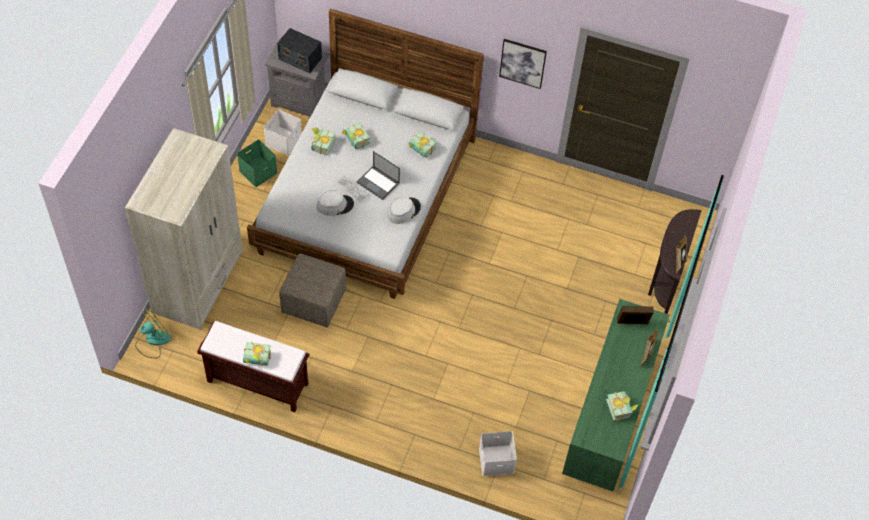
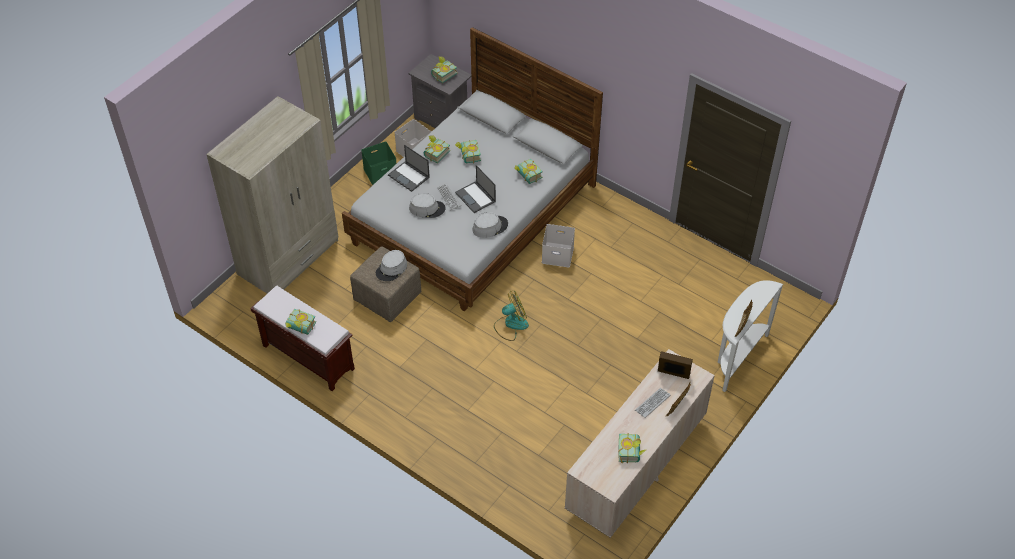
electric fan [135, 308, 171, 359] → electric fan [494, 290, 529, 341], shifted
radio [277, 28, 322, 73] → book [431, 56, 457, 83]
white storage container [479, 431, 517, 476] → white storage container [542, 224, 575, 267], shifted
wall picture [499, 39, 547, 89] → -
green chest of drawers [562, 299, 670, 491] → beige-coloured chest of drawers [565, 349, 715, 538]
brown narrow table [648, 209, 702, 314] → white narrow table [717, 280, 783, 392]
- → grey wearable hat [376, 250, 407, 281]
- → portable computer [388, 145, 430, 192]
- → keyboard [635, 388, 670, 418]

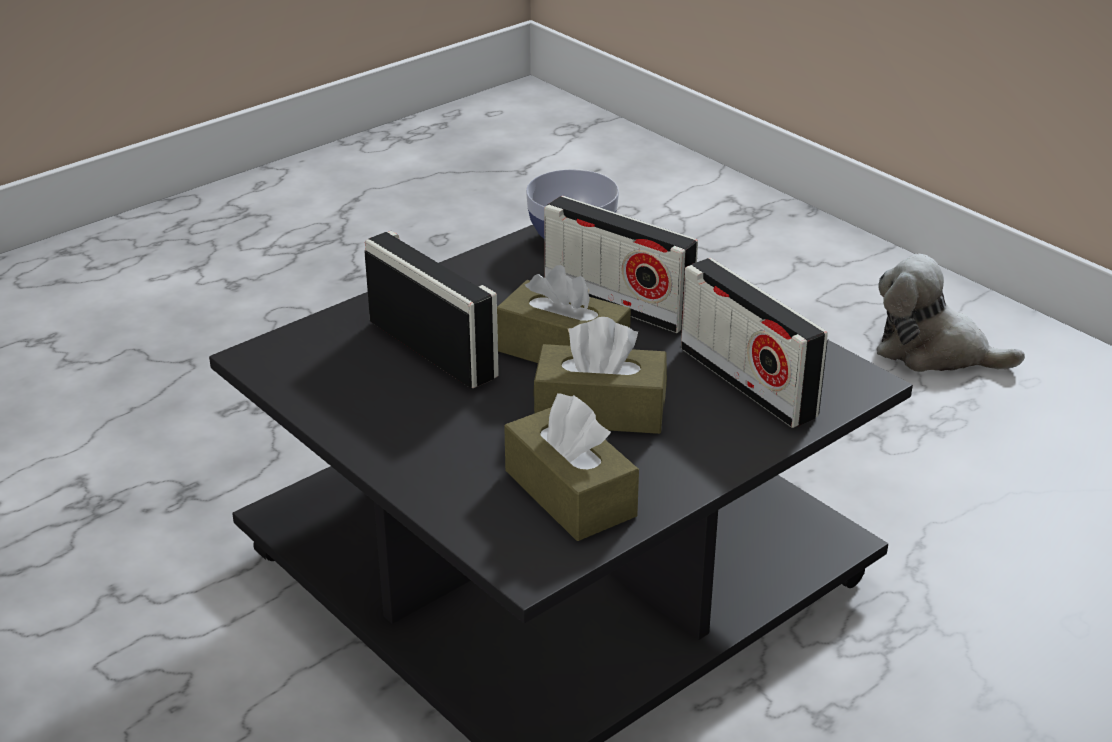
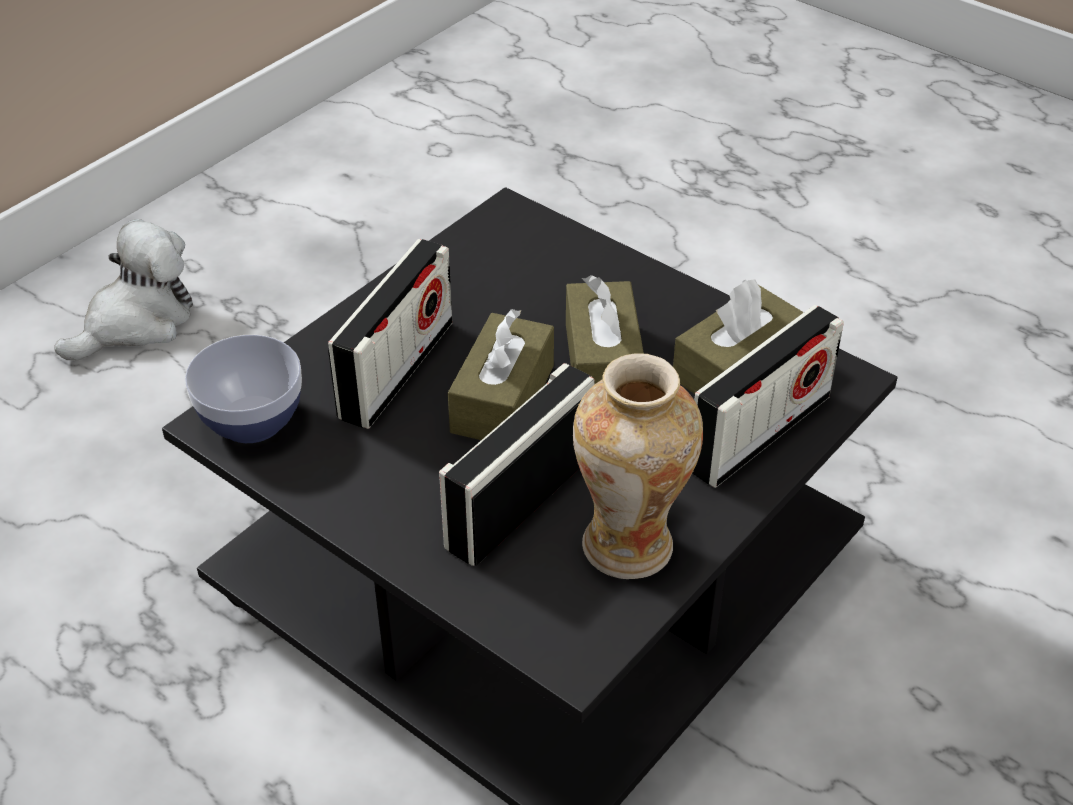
radio [681, 258, 828, 428] → radio [692, 305, 844, 488], shifted
soft toy [877, 254, 1025, 372] → soft toy [54, 219, 193, 360], 150 degrees counterclockwise
- → flower vase [573, 353, 703, 579]

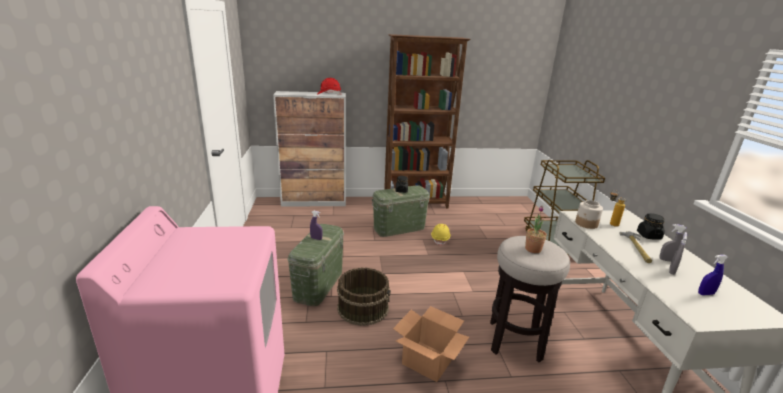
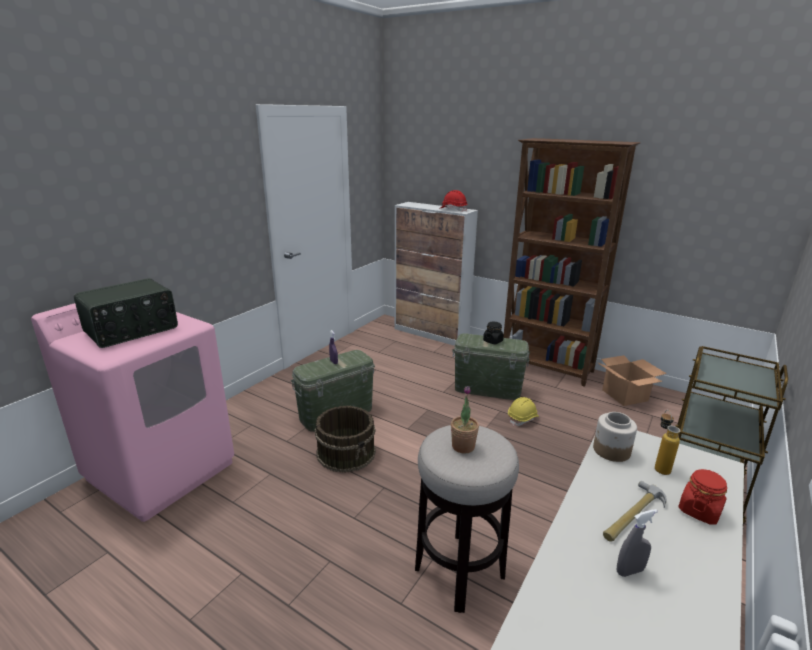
packing box [393, 306, 469, 382] → packing box [597, 355, 667, 406], shifted
black jar [637, 213, 665, 240] → reddish jar [678, 469, 727, 525]
grey spray bottle [659, 224, 687, 262] → -
blue spray bottle [698, 255, 728, 295] → -
- → radio [74, 278, 178, 348]

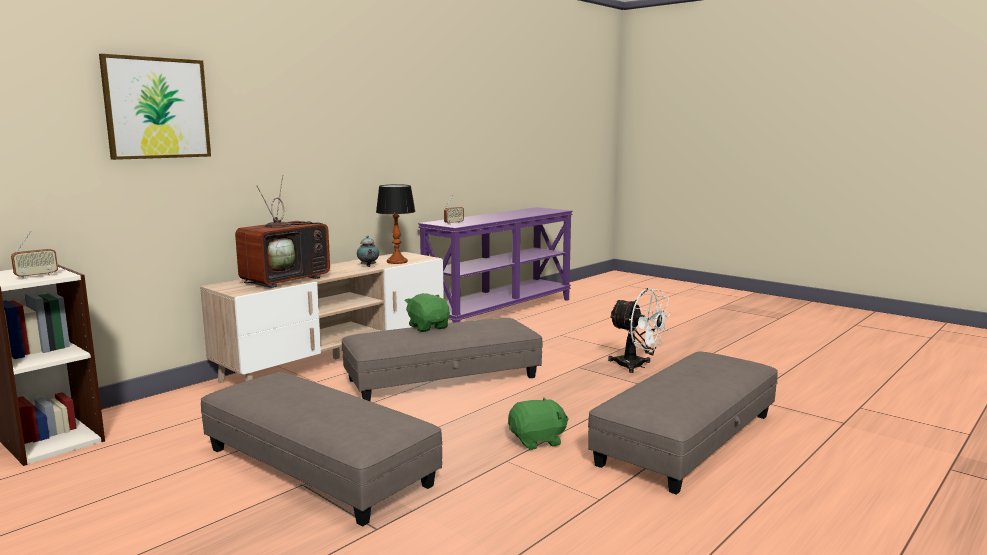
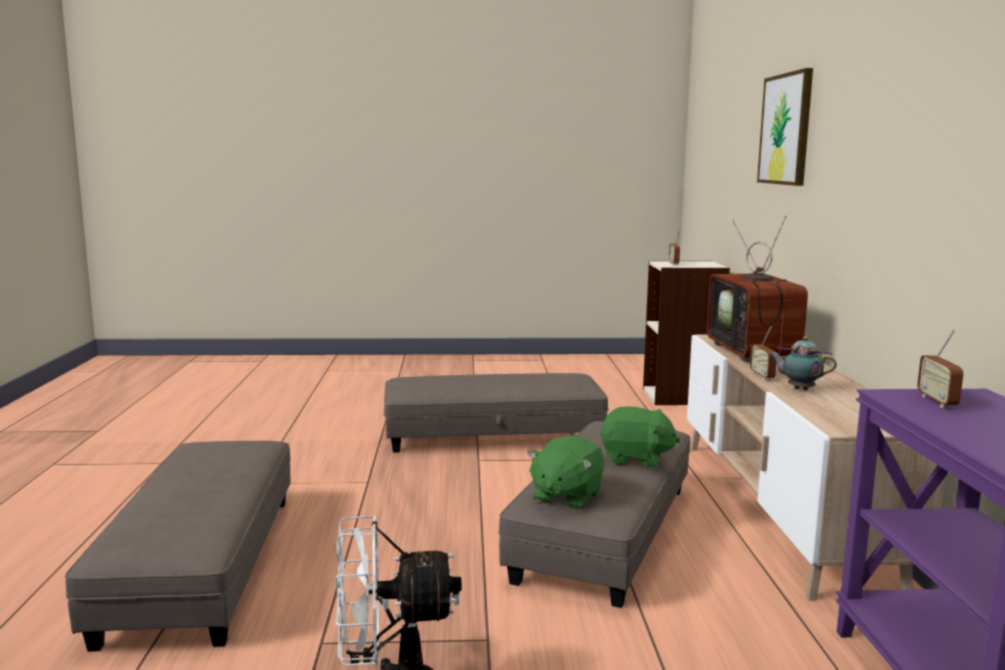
tabletop lamp [376, 184, 416, 264] → -
green soft toy [508, 397, 569, 450] → green soft toy [527, 436, 604, 510], shifted
- → radio [750, 326, 776, 380]

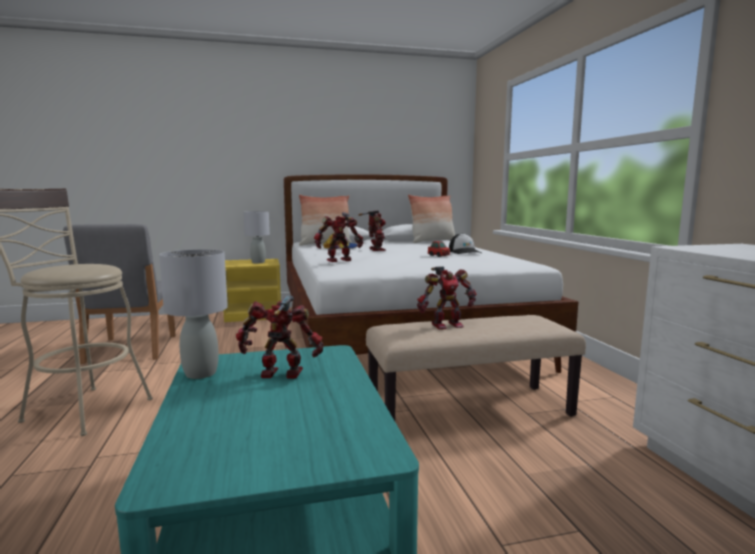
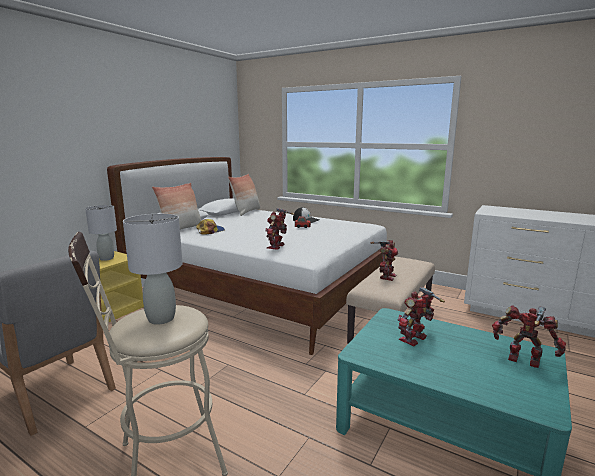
grey tabletop lamp [159, 249, 228, 379] → grey tabletop lamp [123, 214, 183, 325], shifted
robot figure [358, 210, 386, 251] → robot figure [492, 305, 566, 368], shifted

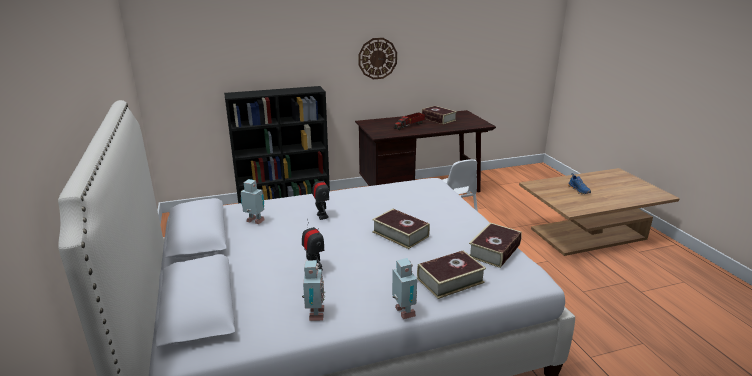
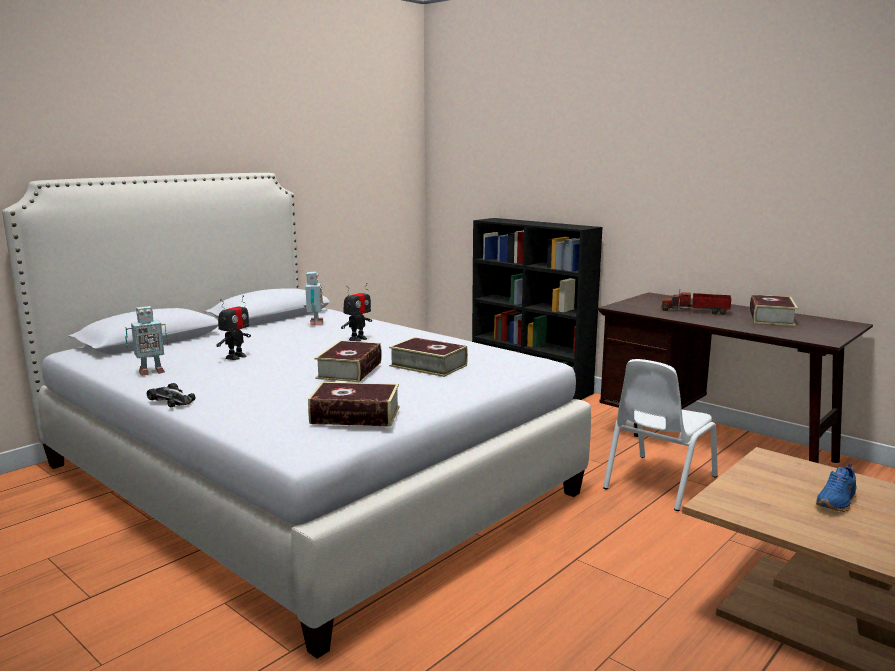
wall clock [358, 38, 397, 79] → -
robot figure [392, 258, 417, 319] → miniature car [147, 383, 196, 407]
book [417, 251, 486, 299] → book [389, 337, 468, 377], shifted

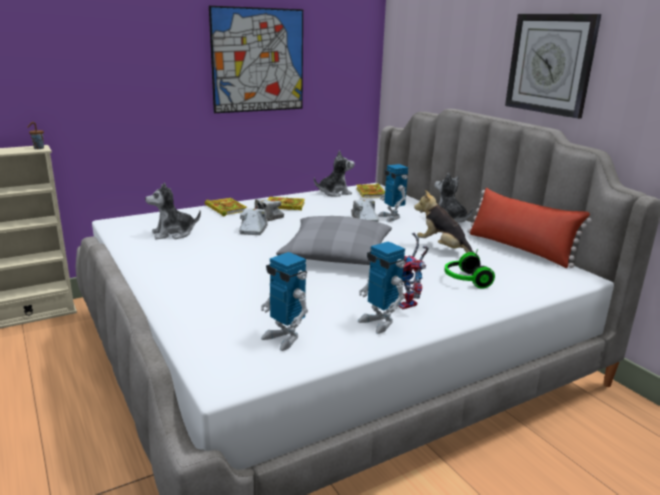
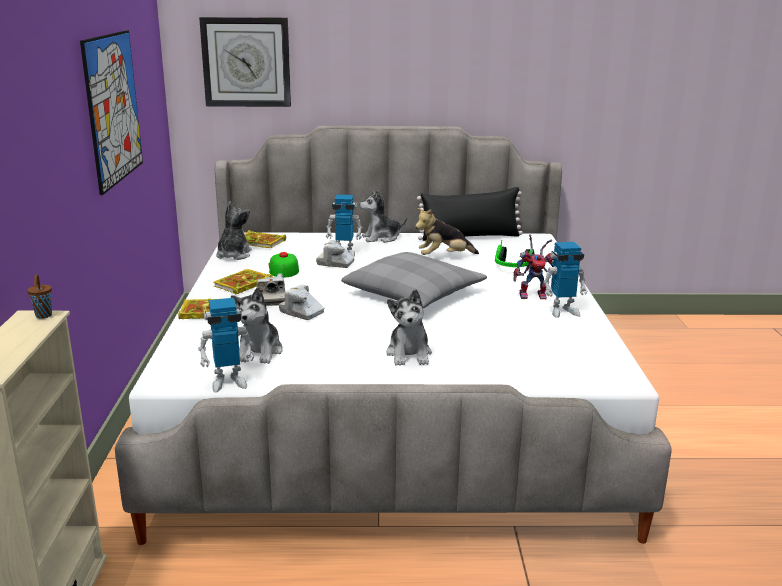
robot figure [261, 252, 308, 351] → robot figure [198, 298, 254, 393], shifted
reddish throw pillow [467, 188, 592, 268] → black throw pillow [417, 187, 523, 241]
wall clock [505, 14, 601, 119] → wall clock [199, 17, 291, 107], shifted
- → cap [269, 252, 299, 278]
- → soft toy [386, 289, 432, 366]

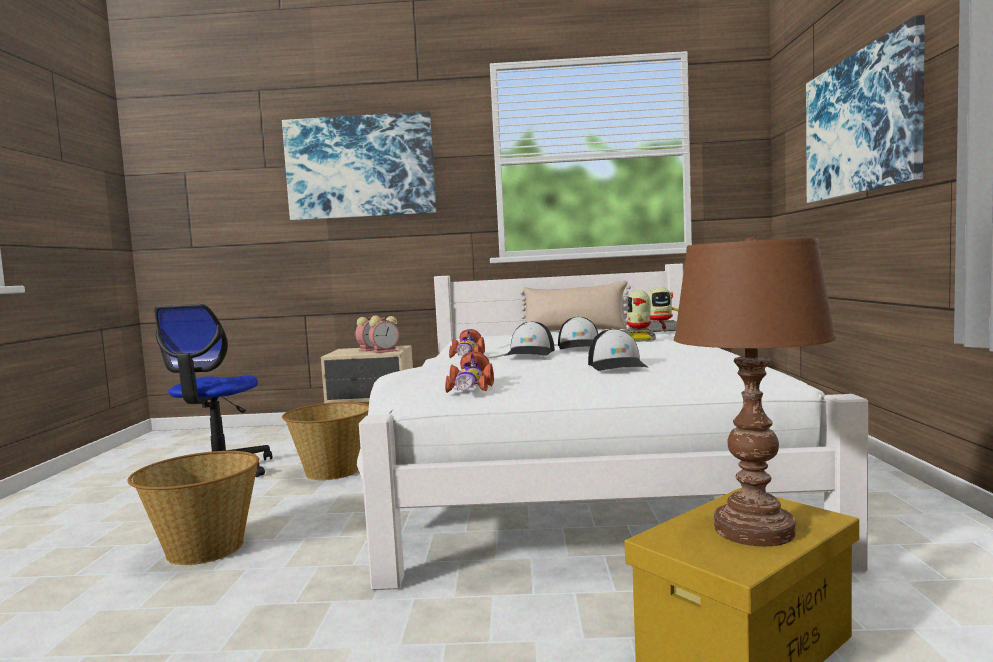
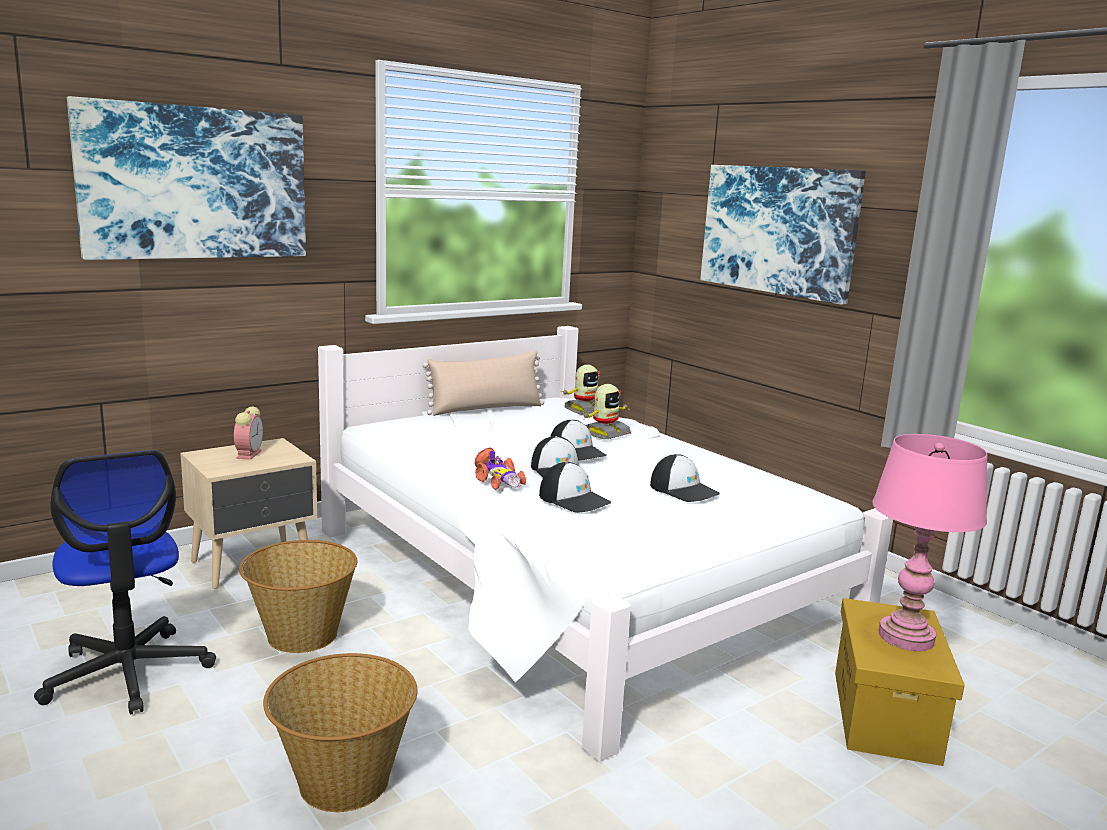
alarm clock [369, 316, 399, 353] → -
miniature car [445, 352, 494, 393] → -
robot figure [623, 290, 656, 342] → robot figure [581, 384, 631, 439], 105 degrees counterclockwise
brown tabletop lamp [674, 237, 836, 546] → pinkish tabletop lamp [872, 434, 988, 651]
- → cap [539, 462, 611, 513]

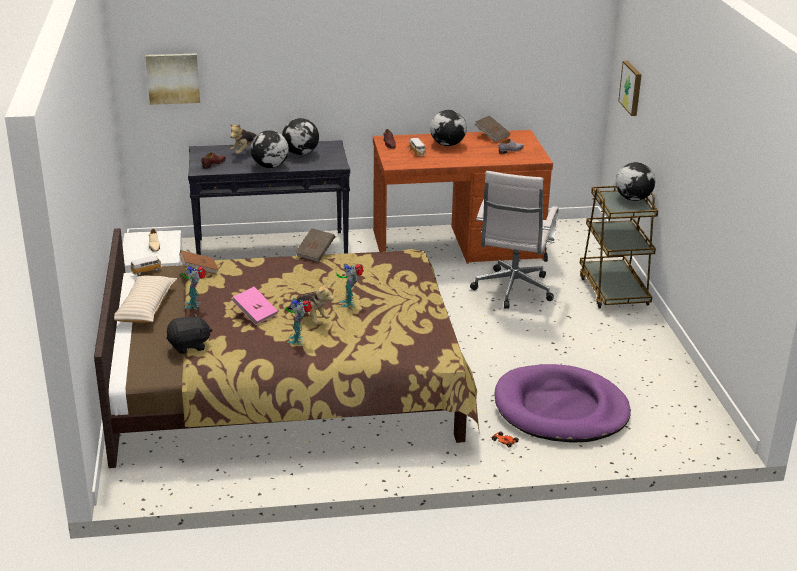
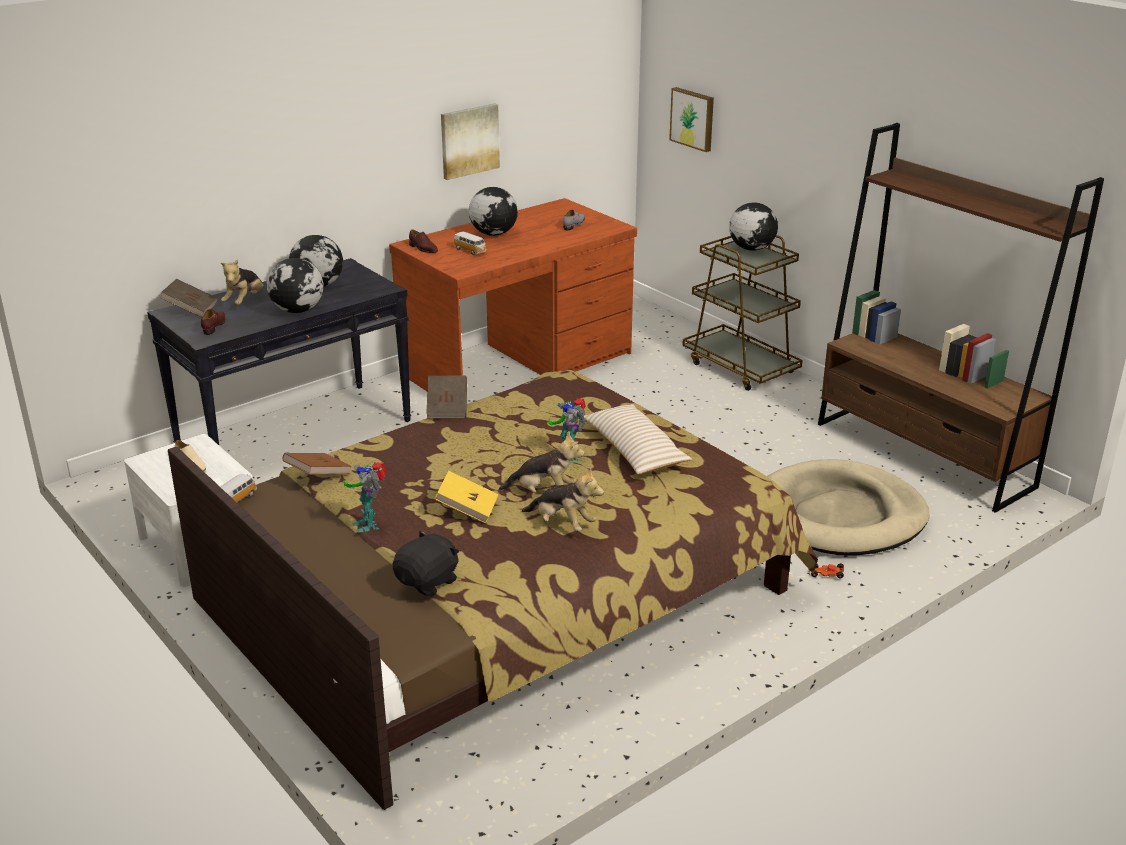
beige-coloured throw pillow [114, 275, 177, 323] → beige-coloured throw pillow [584, 404, 692, 474], shifted
wall picture [145, 53, 200, 105] → wall picture [441, 103, 500, 180], shifted
pinkish book [232, 287, 278, 325] → yellow book [435, 471, 498, 524]
robot figure [286, 298, 312, 345] → soft toy [521, 467, 604, 531]
white office chair [470, 171, 559, 309] → -
brown book [474, 116, 510, 143] → brown book [160, 279, 218, 317], shifted
purplish pet bed [495, 364, 631, 443] → beige-coloured pet bed [767, 459, 929, 556]
- → brown shelving unit [818, 123, 1104, 513]

